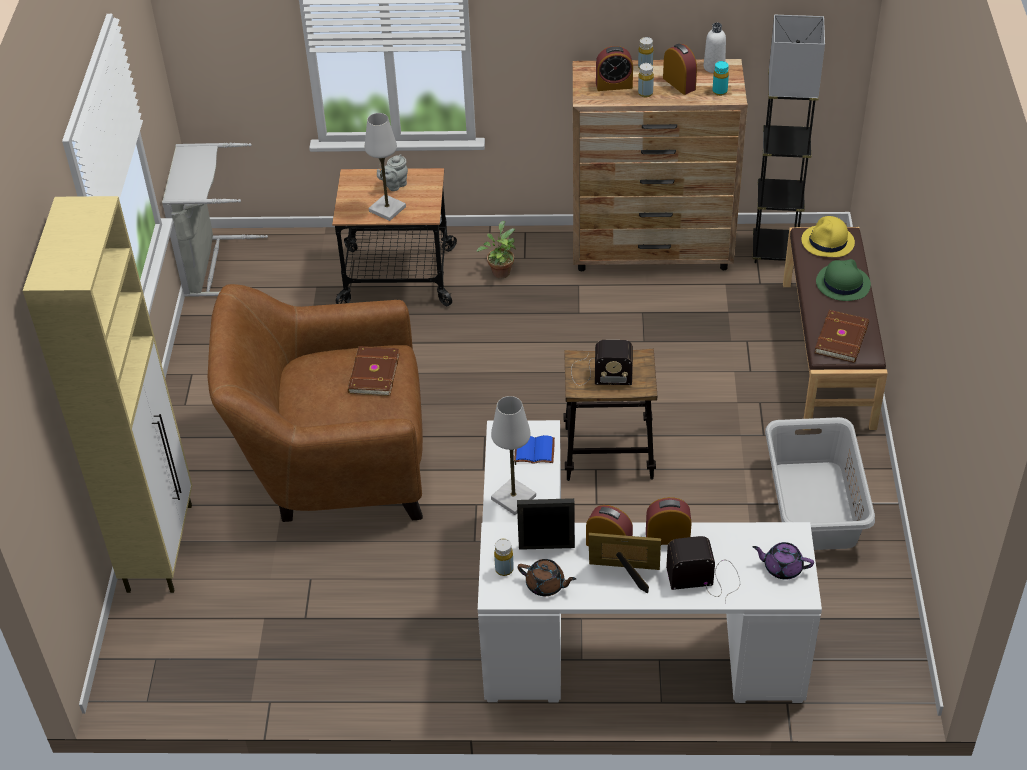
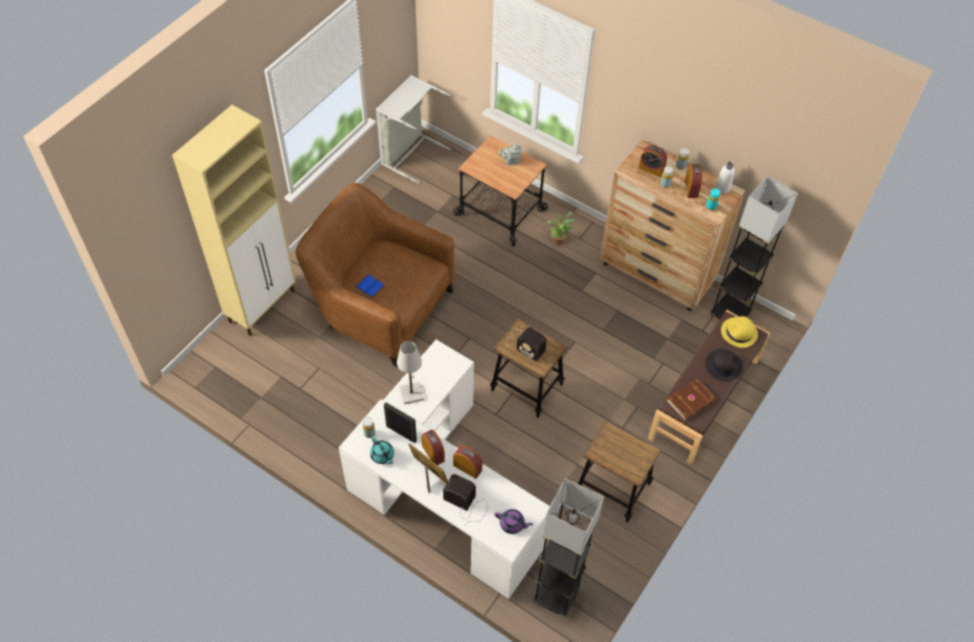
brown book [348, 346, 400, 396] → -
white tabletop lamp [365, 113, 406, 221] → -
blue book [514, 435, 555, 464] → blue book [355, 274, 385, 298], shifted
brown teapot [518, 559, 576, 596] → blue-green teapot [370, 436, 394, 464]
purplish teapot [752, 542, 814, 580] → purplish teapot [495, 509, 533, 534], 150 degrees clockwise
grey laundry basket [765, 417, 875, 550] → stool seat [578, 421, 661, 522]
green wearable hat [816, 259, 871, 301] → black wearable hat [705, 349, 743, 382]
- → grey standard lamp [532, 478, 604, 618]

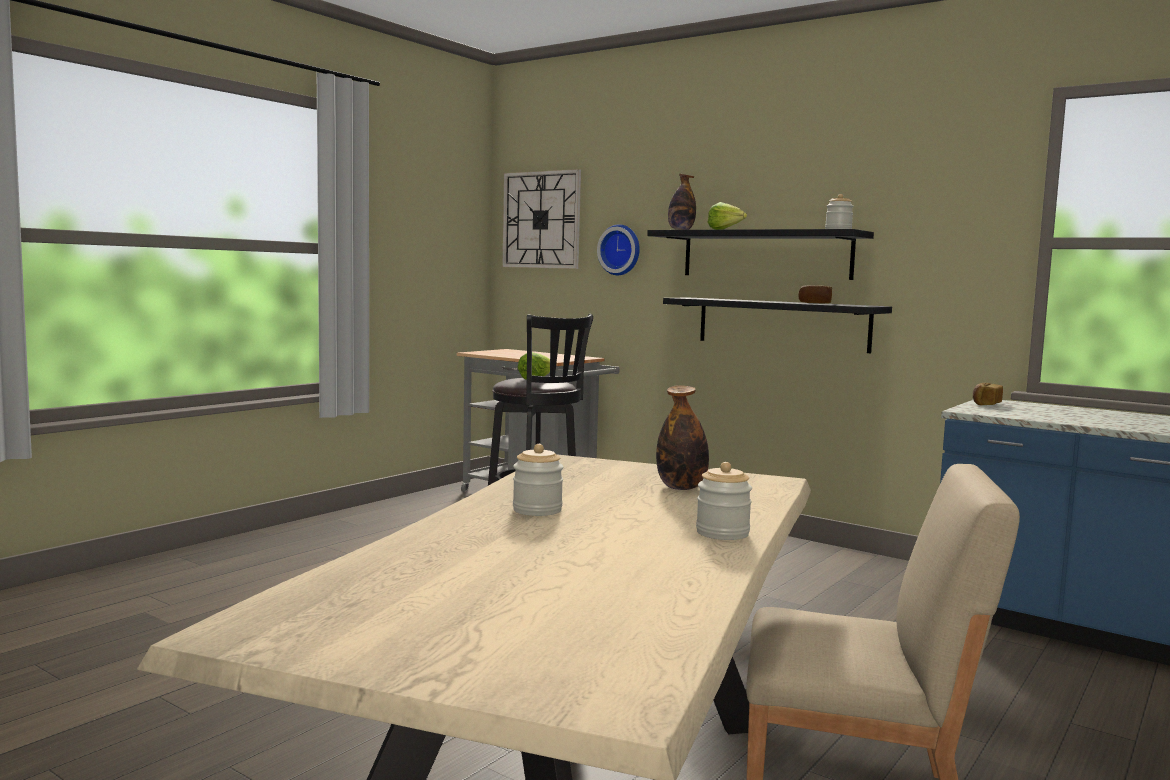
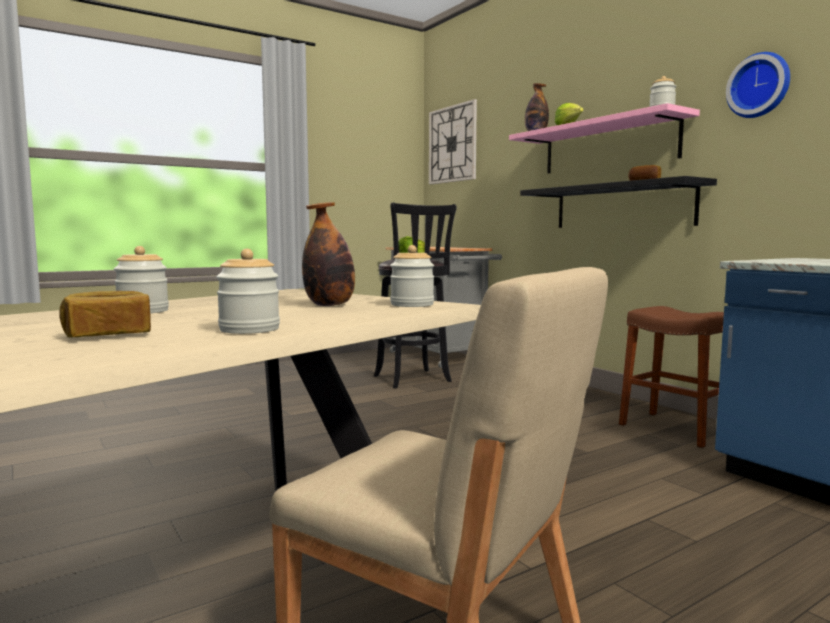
wall clock [597, 224, 640, 275] → wall clock [726, 52, 790, 118], shifted
black wall shelf [647, 229, 874, 280] → pinkish wall shelf [509, 103, 700, 173]
baked bread [973, 383, 1003, 405] → baked bread [59, 291, 151, 338], shifted
- → jar [390, 245, 434, 307]
- → brown stool seat [619, 306, 724, 448]

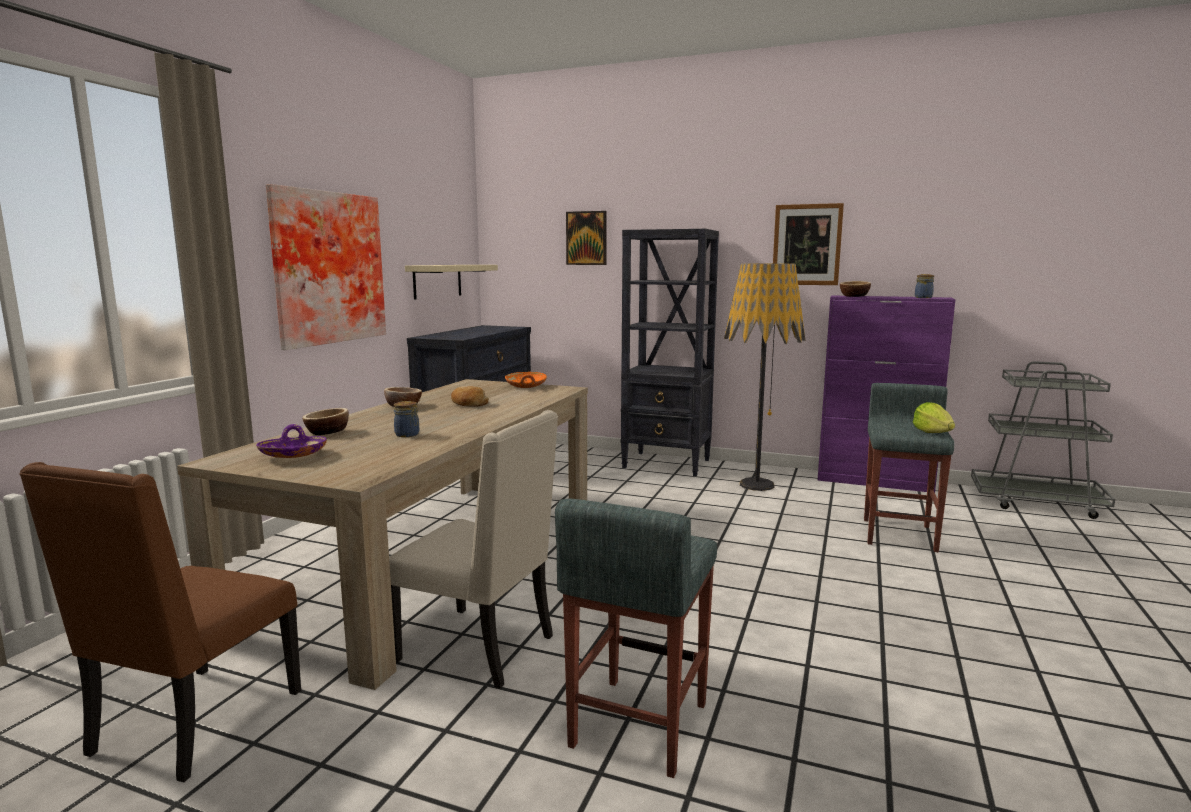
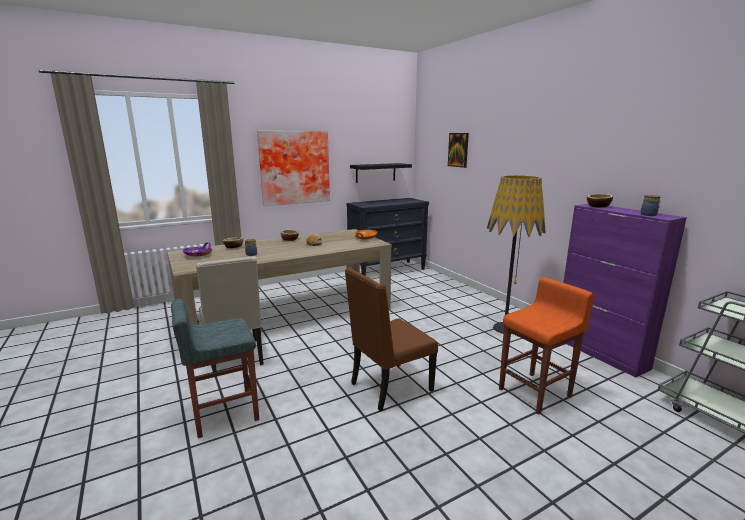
brown plain chair [19, 462, 301, 783] → brown plain chair [345, 267, 438, 411], shifted
beige-coloured wall shelf [405, 265, 498, 299] → black wall shelf [350, 163, 412, 183]
black shelving unit [621, 229, 719, 476] → -
wall picture [773, 203, 844, 285] → -
grey stool seat [864, 383, 955, 552] → orangey stool seat [499, 277, 594, 414]
head of lettuce [913, 402, 955, 433] → -

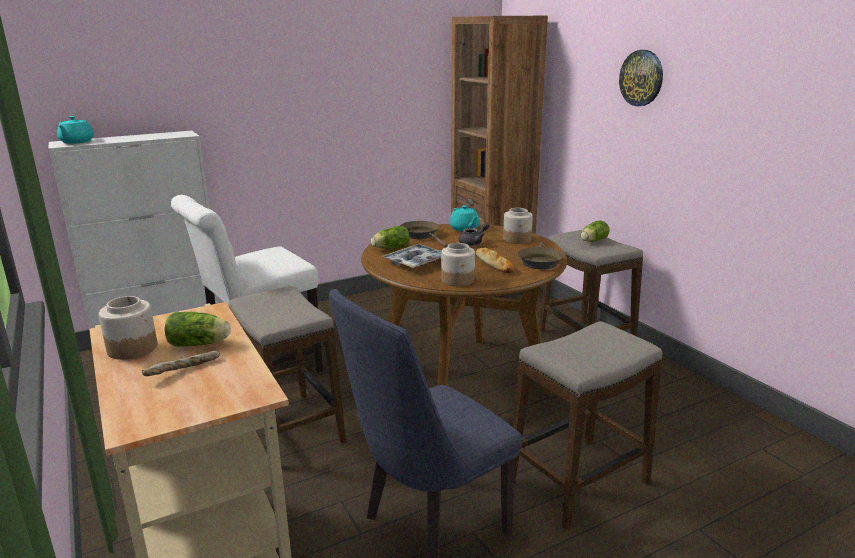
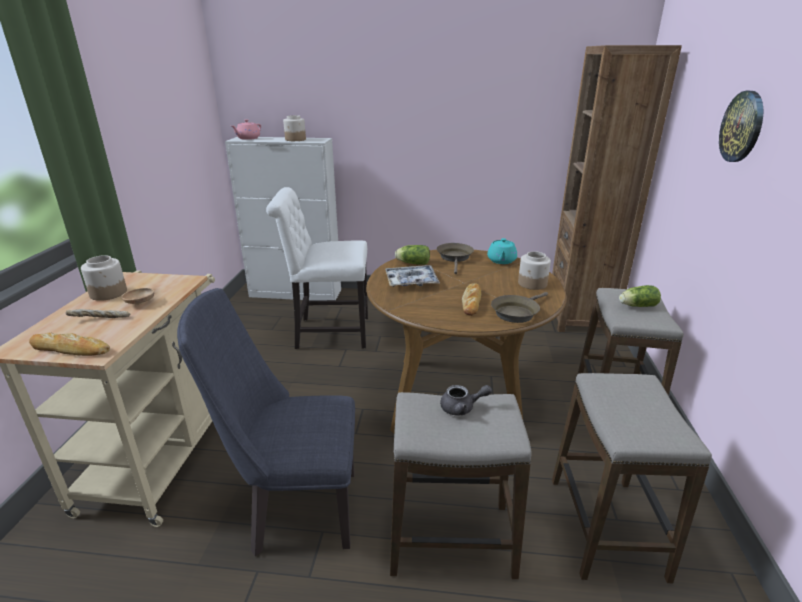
blue-green teapot [57, 116, 94, 144] → pinkish teapot [232, 119, 261, 140]
head of lettuce [165, 312, 231, 347] → brown serving bowl [121, 288, 154, 305]
stool seat [228, 286, 346, 443] → stool seat [552, 373, 712, 583], shifted
jar [441, 243, 475, 287] → jar [283, 115, 306, 141], shifted
grey teapot [459, 222, 490, 246] → grey teapot [440, 385, 492, 416], shifted
- → baked bread [29, 332, 110, 356]

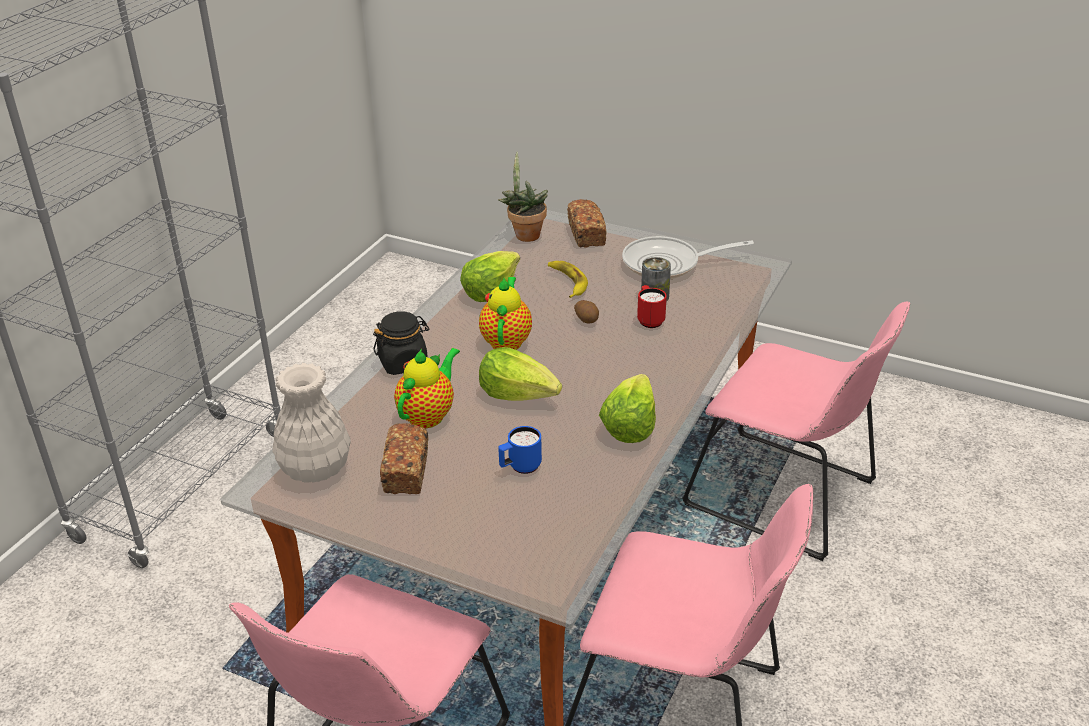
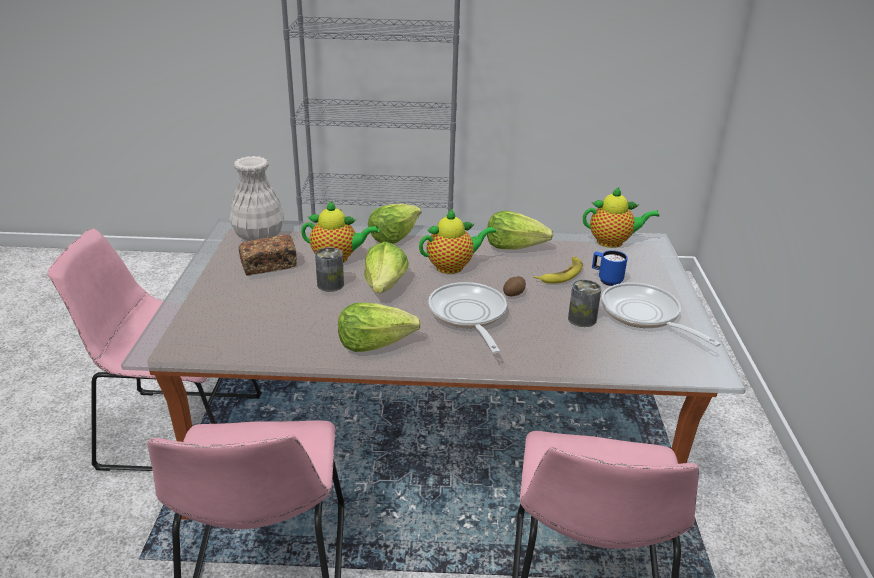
black jar [373, 311, 430, 375] → head of lettuce [368, 204, 421, 244]
potted plant [498, 152, 548, 242] → teapot [583, 187, 660, 248]
blue mug [498, 426, 542, 474] → blue mug [592, 250, 628, 286], shifted
baked bread [567, 199, 607, 248] → -
reddish mug [637, 285, 667, 328] → -
- → sealed can [315, 247, 344, 292]
- → frying pan [428, 282, 507, 353]

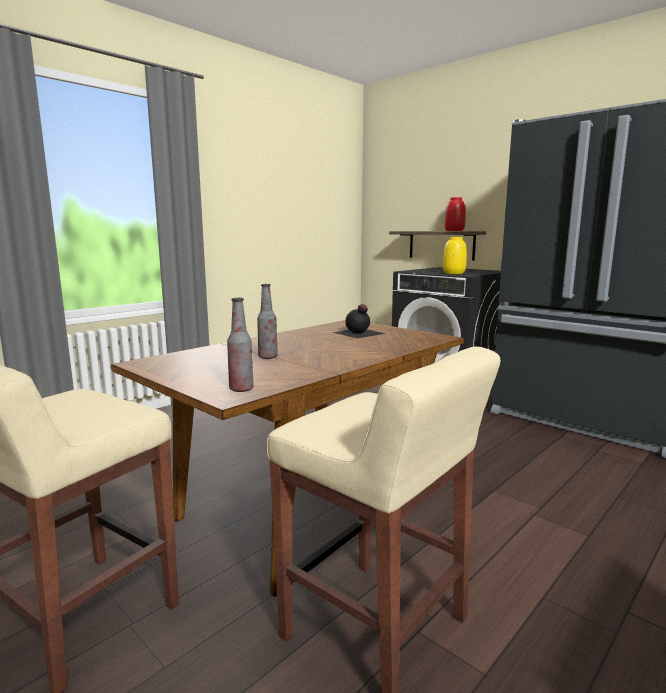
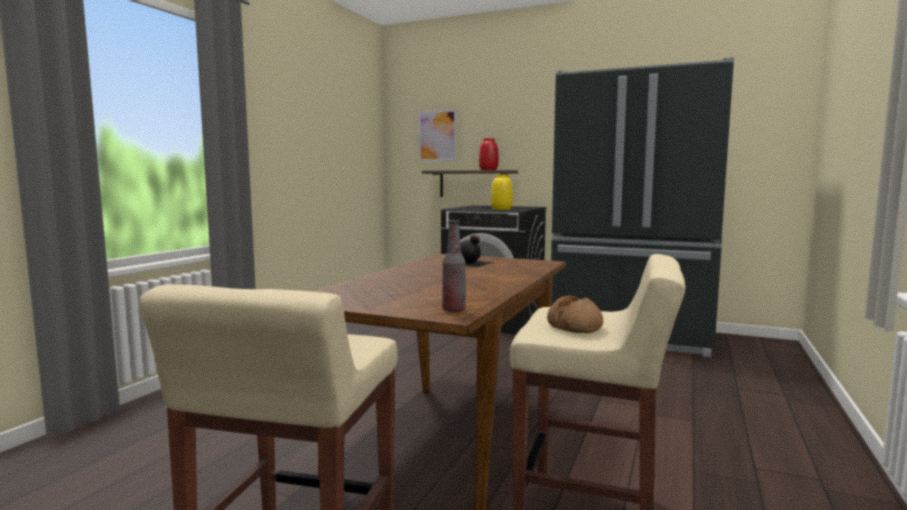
bottle [257, 284, 278, 359] → -
- → wall picture [418, 109, 457, 161]
- → baked bread [547, 296, 603, 333]

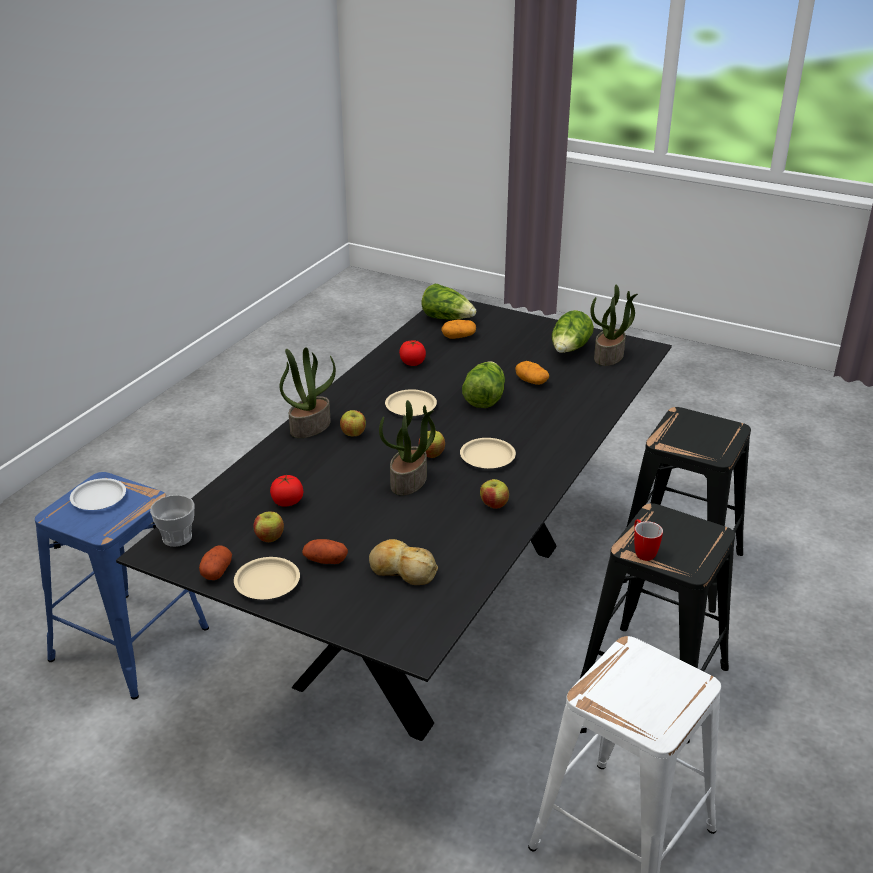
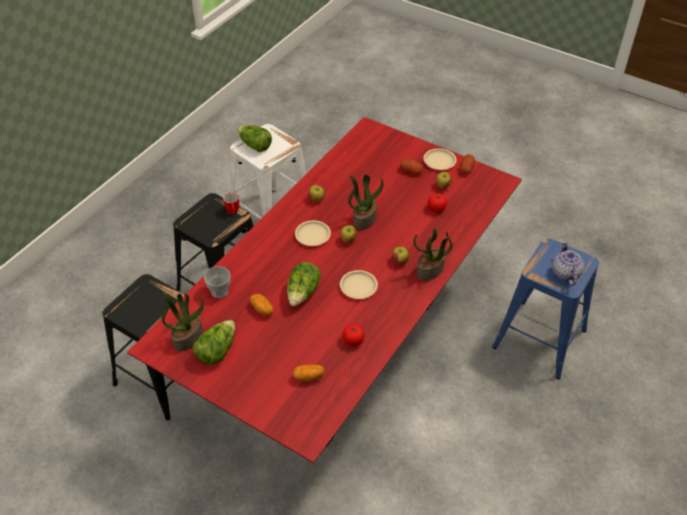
white flat dish [70, 478, 126, 510] → teapot [552, 241, 584, 286]
black kitchen table [116, 300, 672, 741] → reddish kitchen table [127, 117, 522, 463]
cup [150, 495, 194, 547] → cup [204, 266, 231, 298], shifted
baked bread [369, 539, 438, 585] → -
head of lettuce [422, 284, 476, 320] → head of lettuce [237, 125, 272, 152], shifted

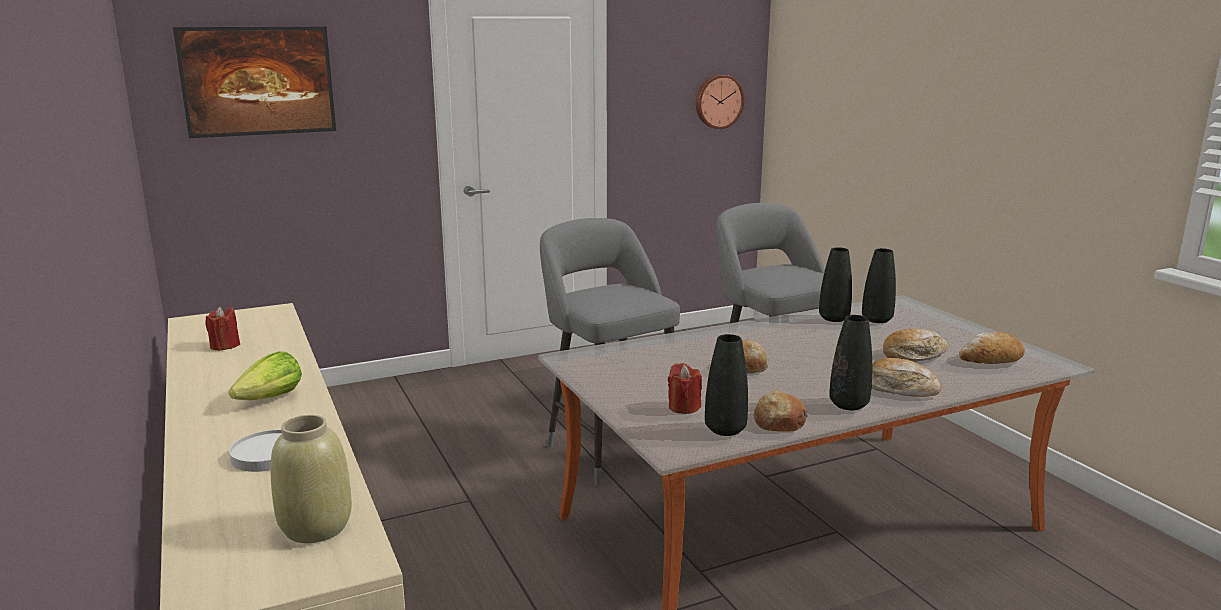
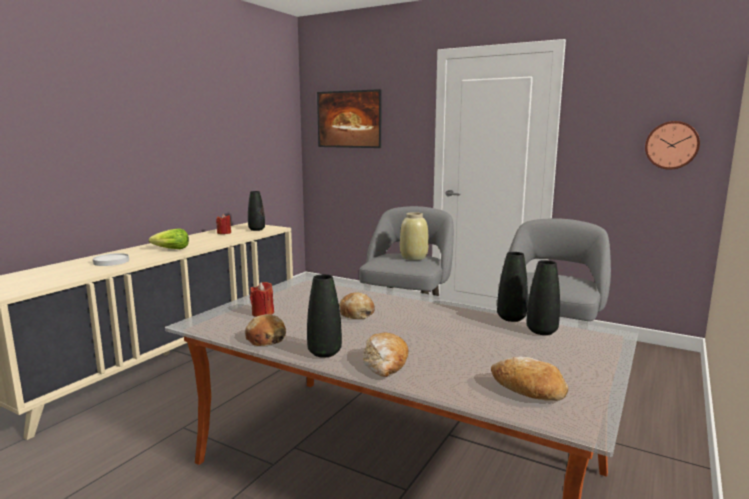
beige-coloured flower vase [271, 415, 352, 543] → beige-coloured flower vase [400, 212, 429, 260], shifted
black flower vase [705, 334, 748, 436] → black flower vase [248, 191, 265, 231], shifted
baked bread [883, 328, 948, 362] → -

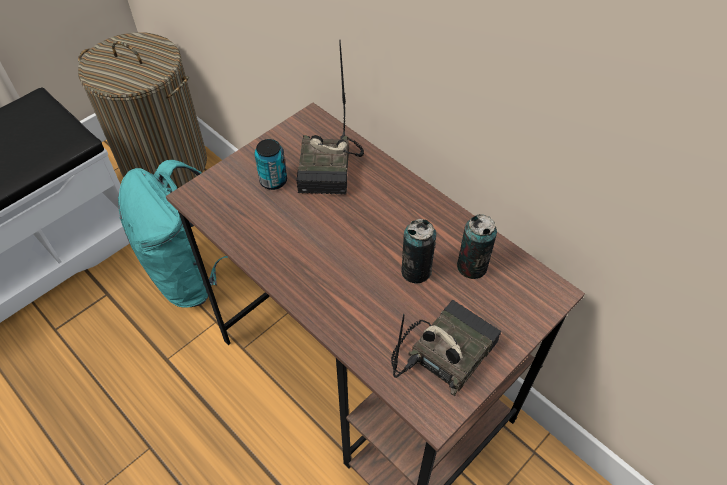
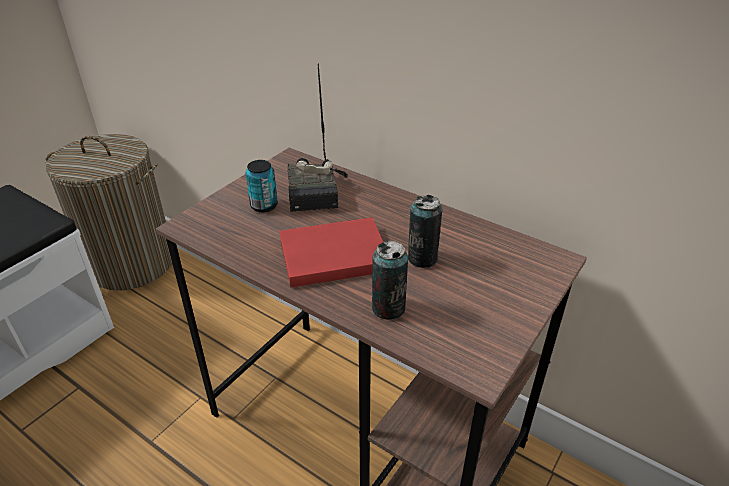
blue-green rucksack [118, 160, 228, 308] → -
radio [391, 300, 501, 396] → -
sealed can [457, 214, 497, 279] → sealed can [372, 240, 408, 320], shifted
- → reddish book [279, 217, 383, 288]

